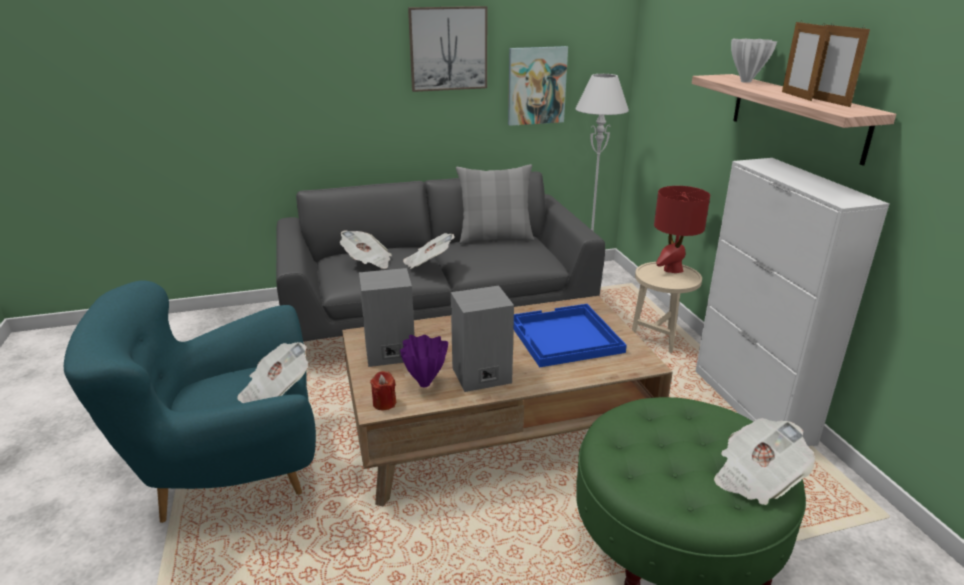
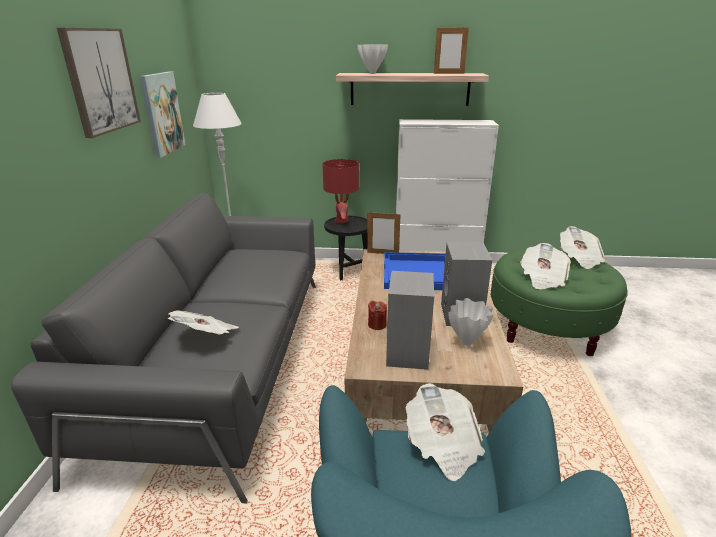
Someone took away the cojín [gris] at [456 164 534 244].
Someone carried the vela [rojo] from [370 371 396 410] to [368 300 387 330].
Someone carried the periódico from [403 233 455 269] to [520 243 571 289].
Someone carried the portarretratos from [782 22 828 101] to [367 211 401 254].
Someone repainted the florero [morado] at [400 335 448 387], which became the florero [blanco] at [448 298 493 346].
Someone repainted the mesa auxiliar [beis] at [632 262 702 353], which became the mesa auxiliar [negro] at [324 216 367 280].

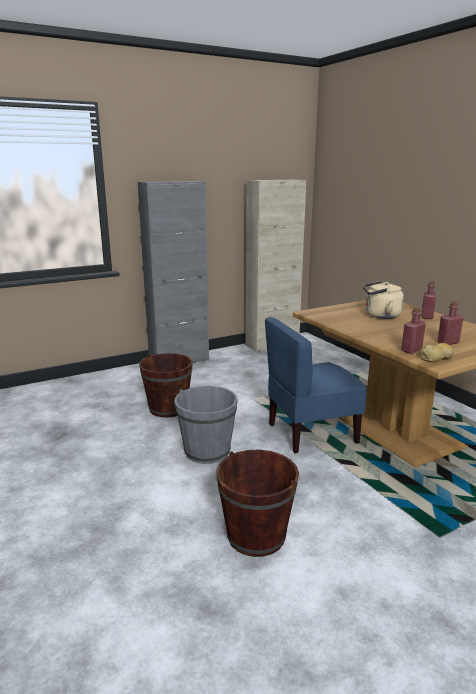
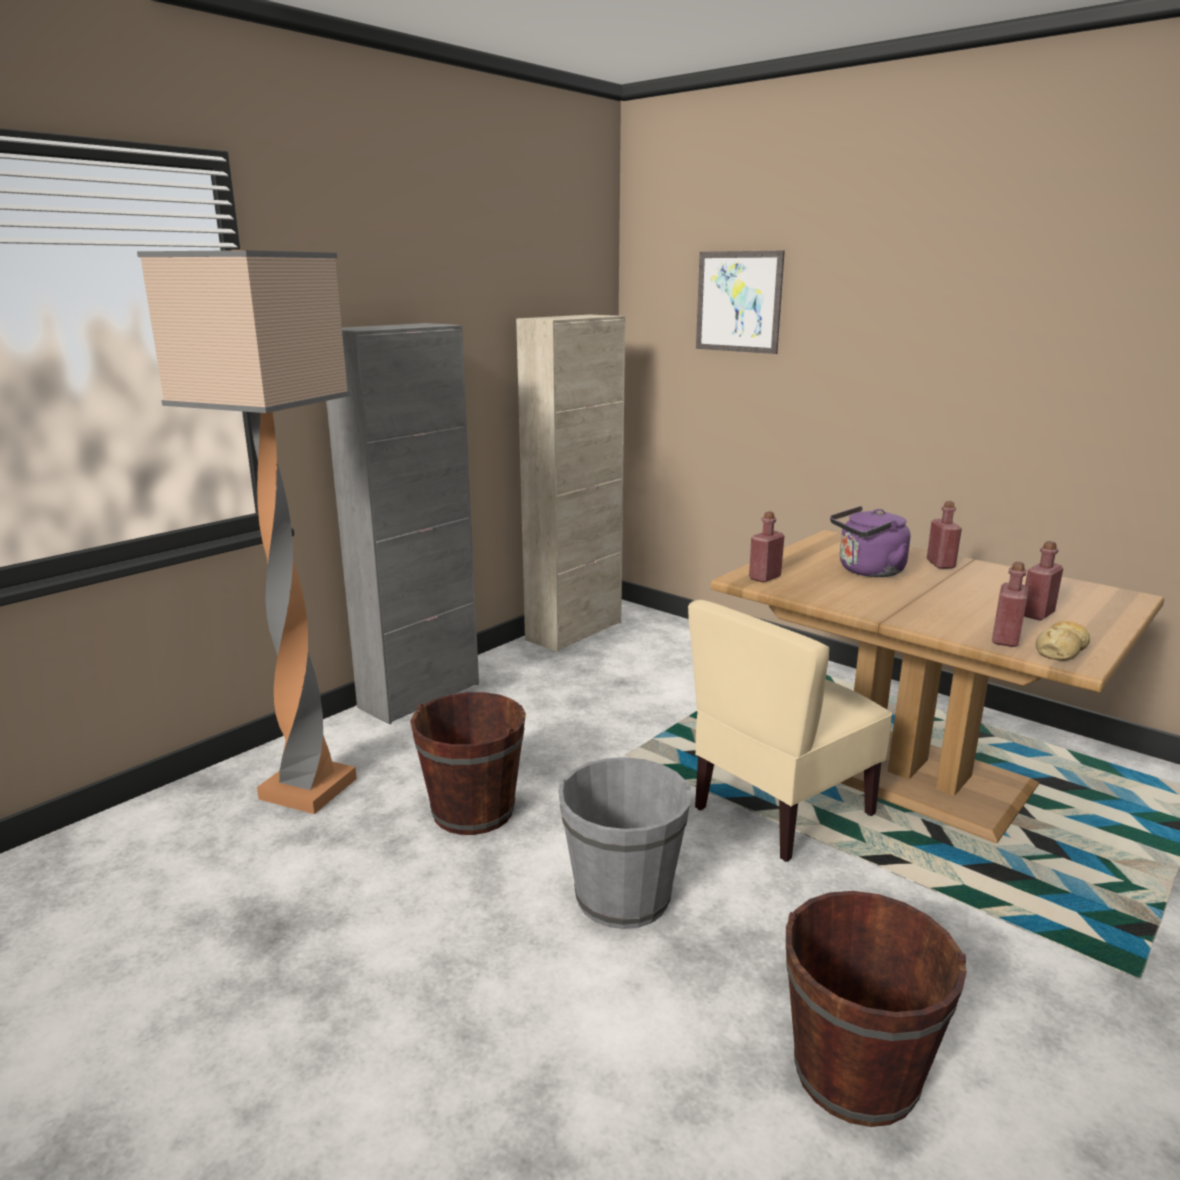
Someone put down the lámpara de pie at [137 250 357 814].
Someone put up the cuadro at [696 251 785 354].
Someone put down the botella [rojo] at [749 511 784 583].
Someone repainted the silla [azul] at [265 317 367 454], which became the silla [beis] at [688 599 893 862].
Someone repainted the hervidor [beis] at [363 281 404 319], which became the hervidor [morado] at [830 506 910 577].

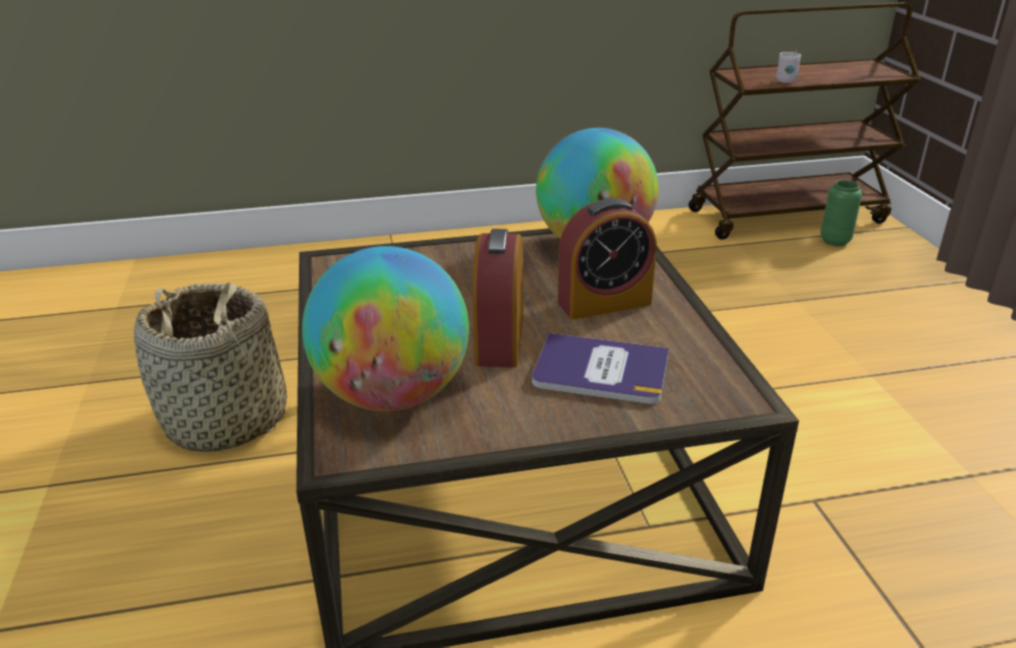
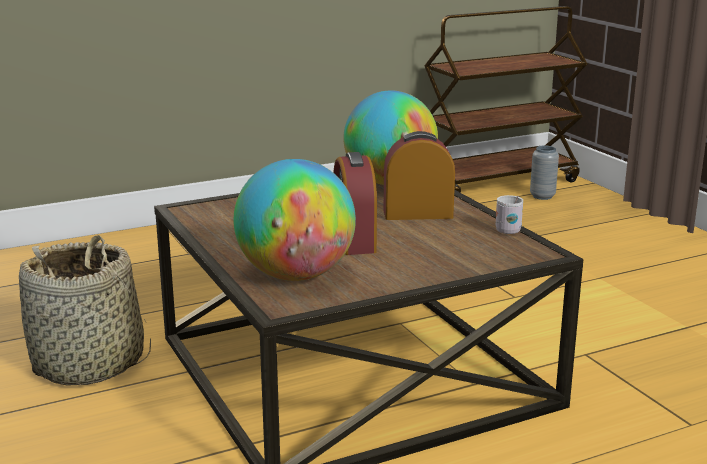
Someone took away the libro at [532 333 669 404].
Someone carried the taza grande [blanco] from [776 50 801 83] to [496 195 523 234].
Someone repainted the florero [verde] at [820 180 862 246], which became the florero [gris] at [530 146 559 200].
Someone rotated the despertador at [558 198 657 319] by 150 degrees counterclockwise.

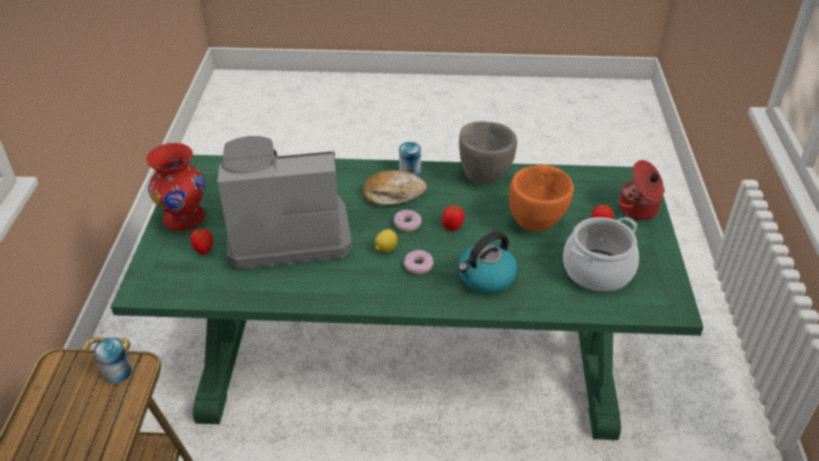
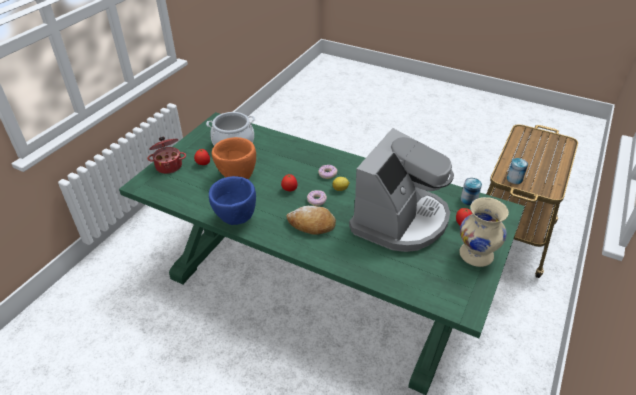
Someone took away the hervidor at [458 231 517 294].
Someone carried the lata from [399 142 421 176] to [461 178 482 206].
Someone repainted the florero [rojo] at [146 143 205 231], which became the florero [beis] at [459 197 509 267].
Someone repainted the cuenco [gris] at [459 121 517 184], which became the cuenco [azul] at [209 176 256 225].
Someone rotated the cafetera at [217 136 352 270] by 75 degrees counterclockwise.

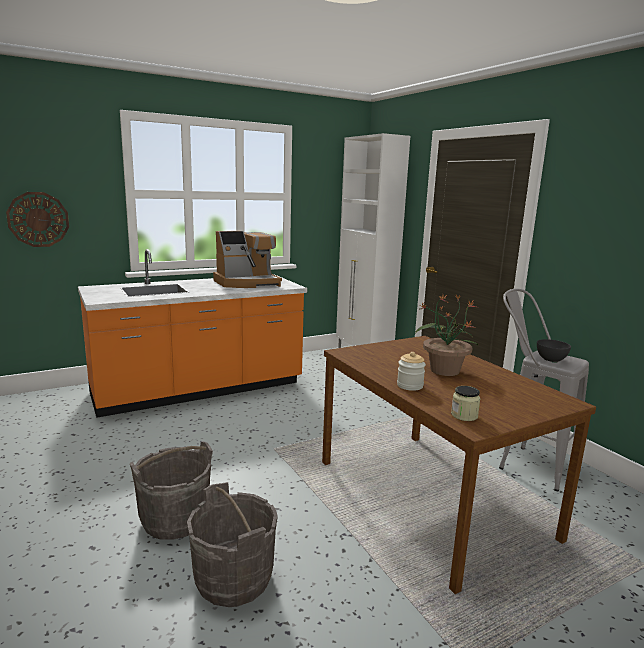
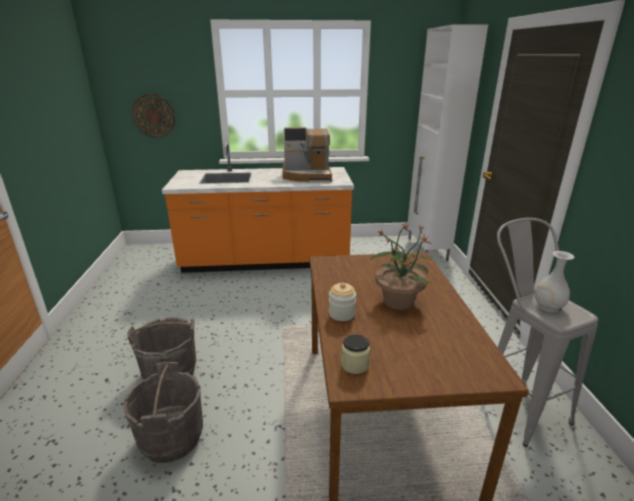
Someone swapped the cuenco [gris] at [537 339 571 362] for the florero [blanco] at [535 251 575 313].

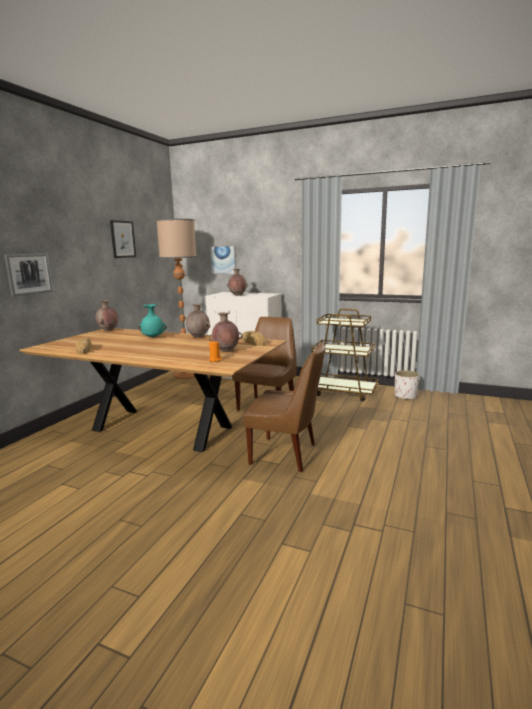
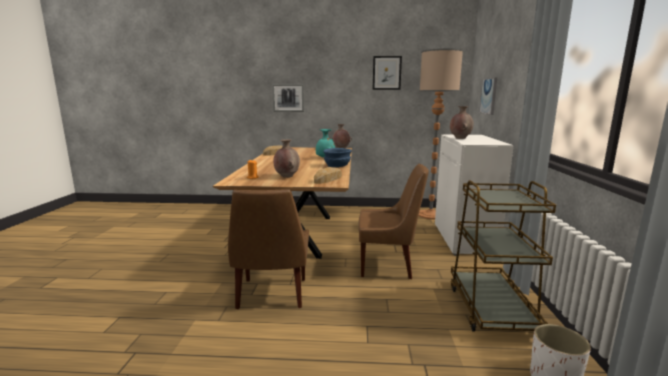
Someone swapped the florero [marrón] at [186 304 210 338] for the cuenco [azul] at [323 148 352 167].

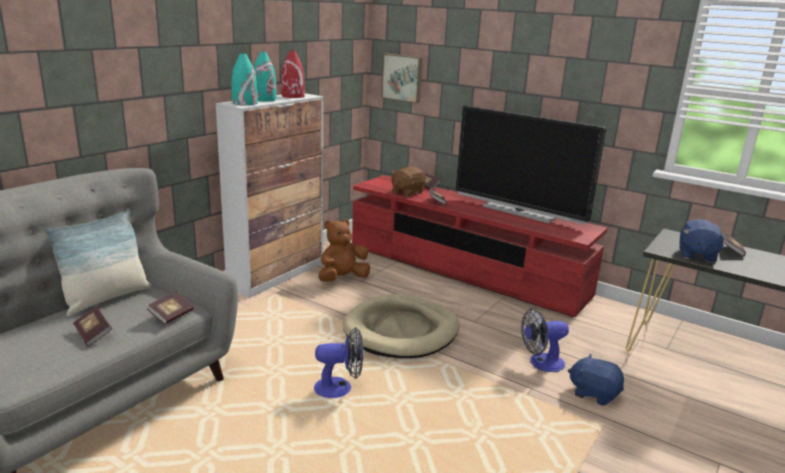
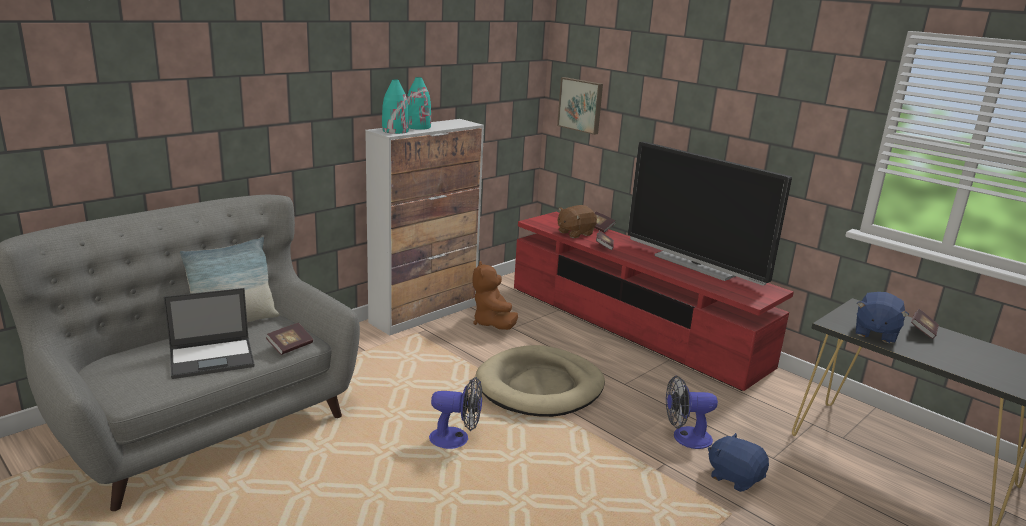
Someone took away the florero [rojo] at [281 51 305 98].
Someone swapped the libro at [73 307 112 347] for the portátil at [164 288 255 379].
Someone rotated the peluche [marrón] at [319 219 370 282] by 75 degrees counterclockwise.

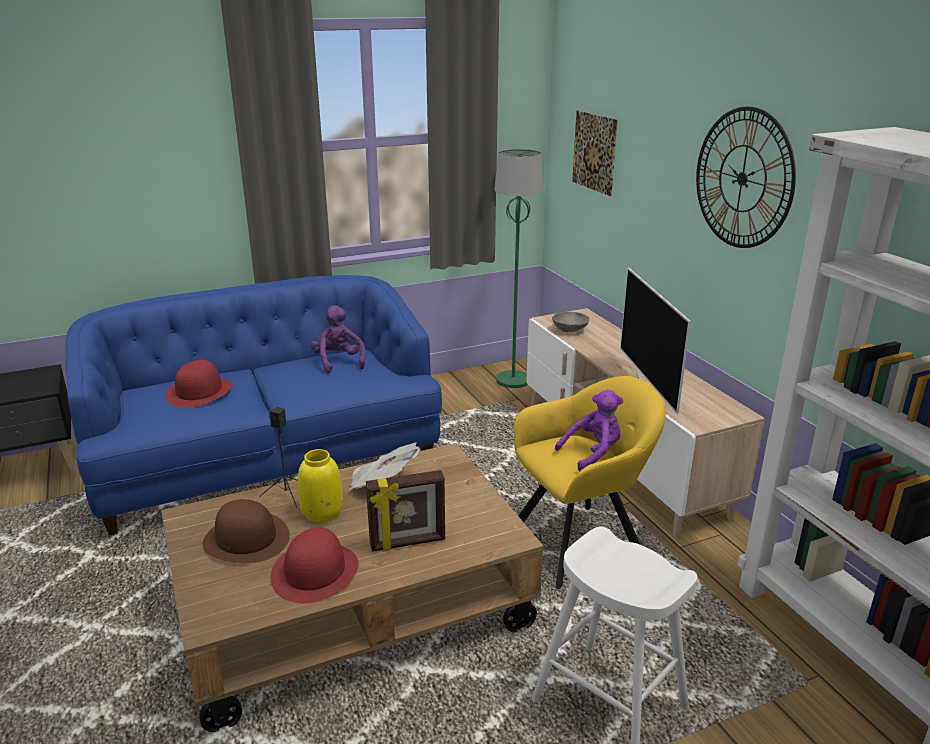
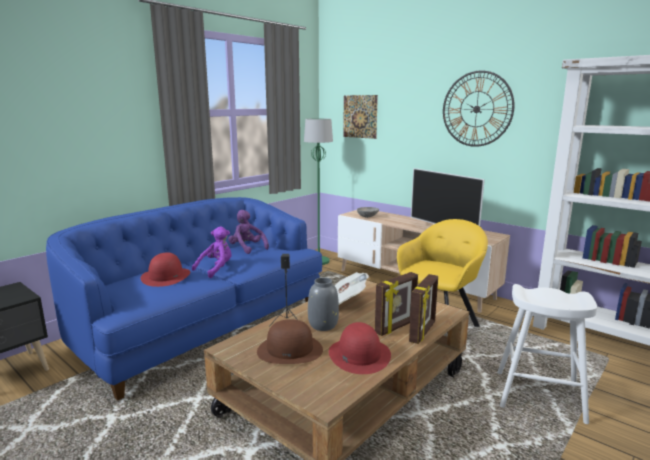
Someone put down the portarretratos at [409 274 438 344].
Someone carried the peluche [morado] from [555 390 623 472] to [192 226 232 278].
Someone repainted the florero [amarillo] at [298 449 343 523], which became the florero [gris] at [308 277 339 331].

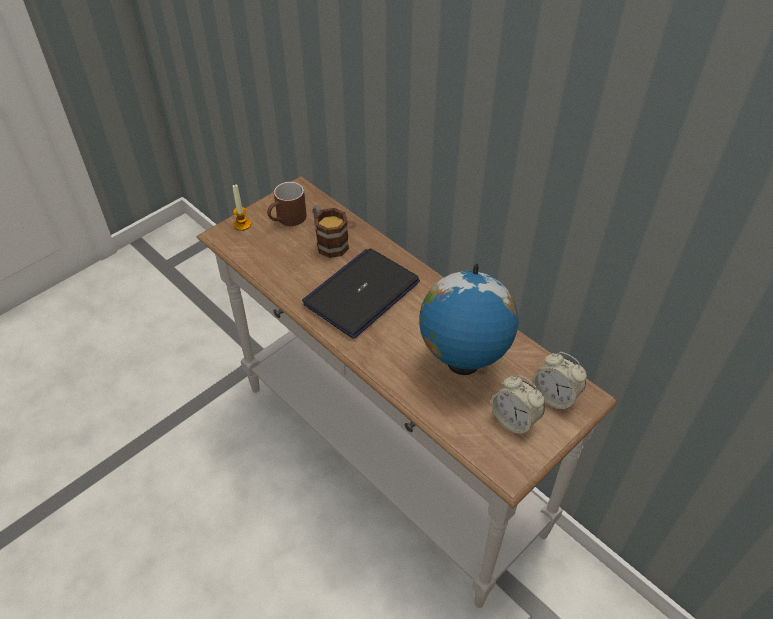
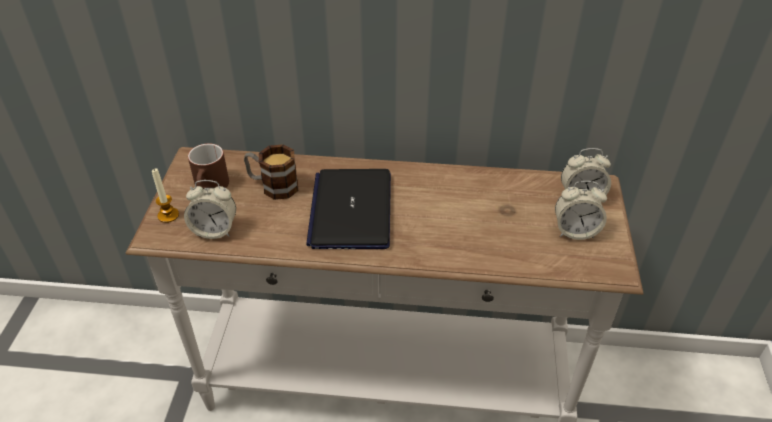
Someone took away the globo terráqueo at [419 264 518 375].
Someone put down the despertador at [184 180 236 239].

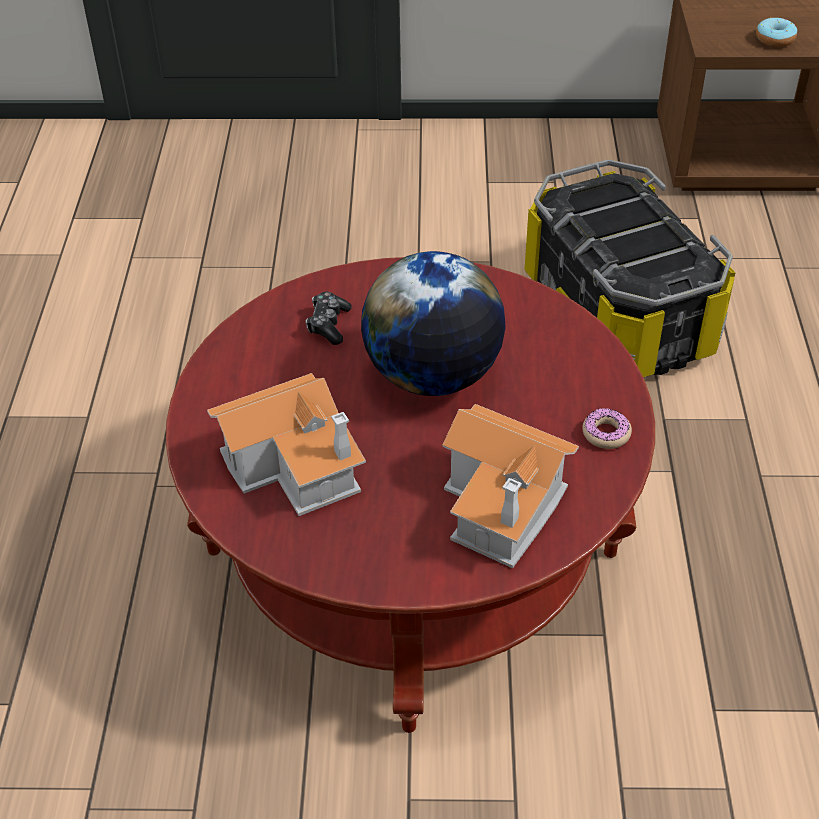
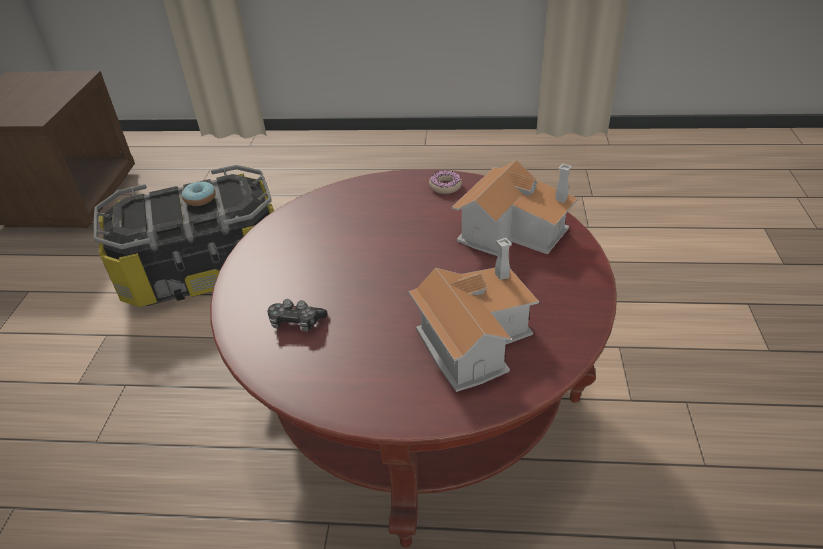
Someone took away the globo terráqueo at [361 251 506 396].
Someone carried the rosquilla from [756 18 797 47] to [182 181 216 206].

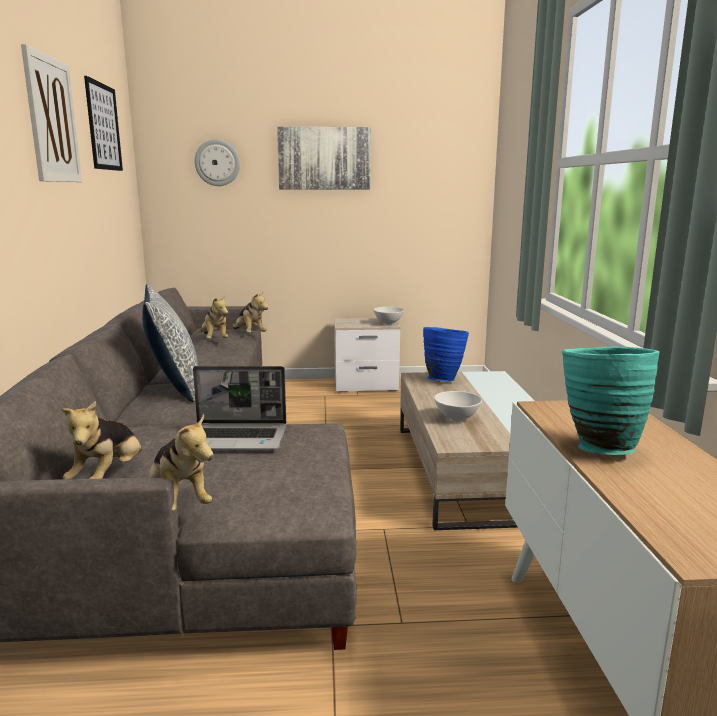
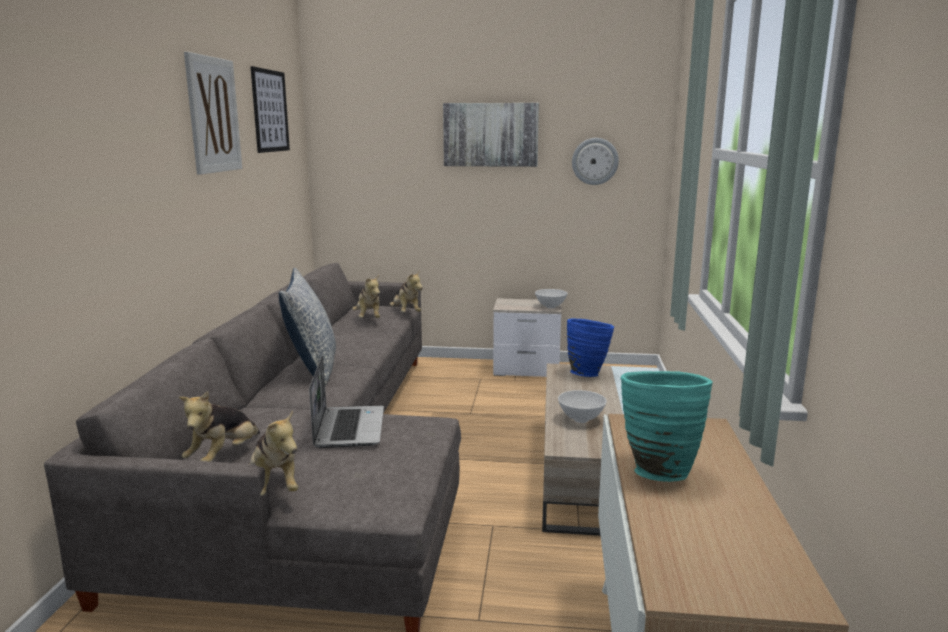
Someone carried the reloj de pared from [195 139 240 186] to [572 138 619 185].
Someone rotated the portátil at [193 366 286 450] by 105 degrees counterclockwise.

